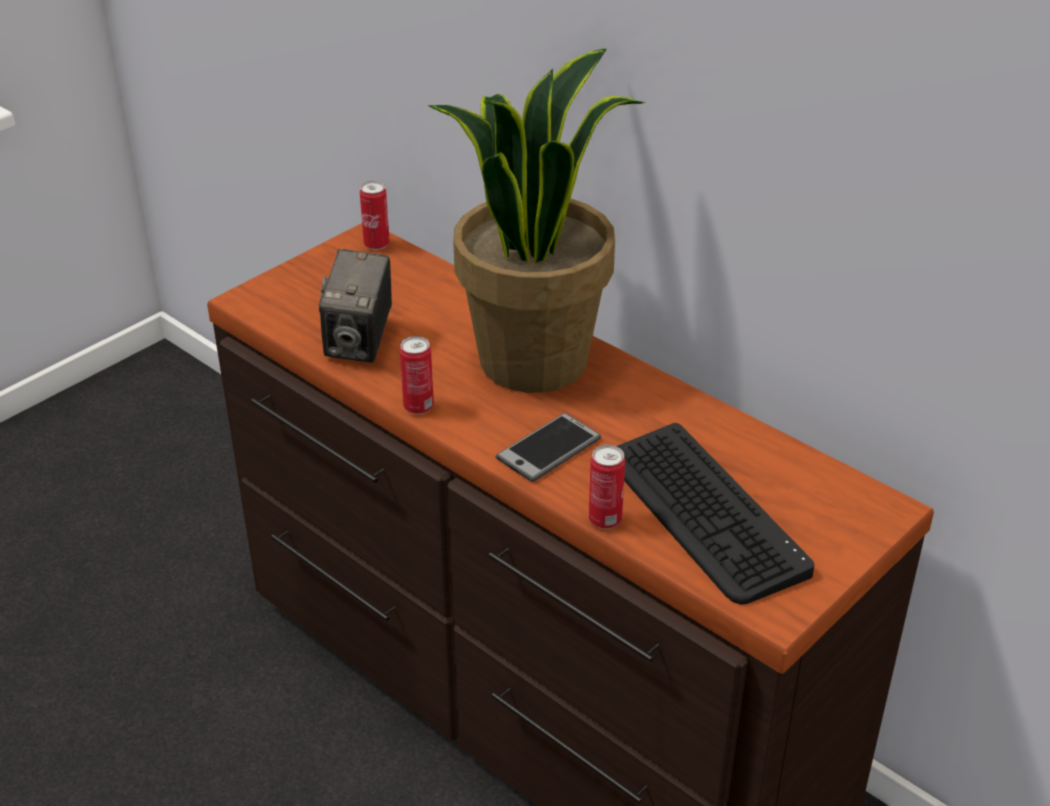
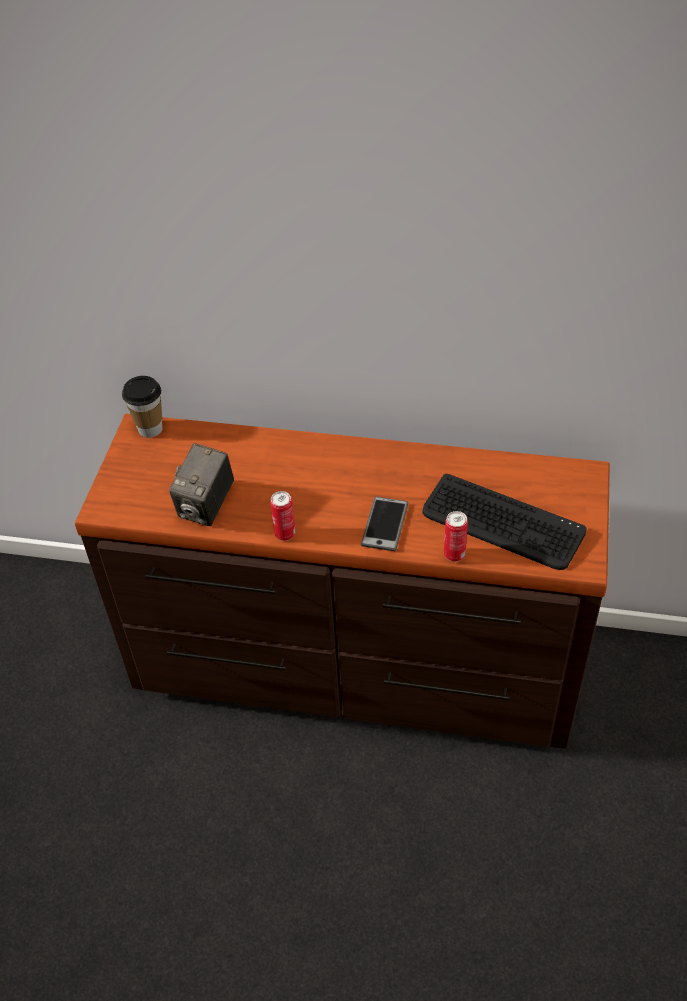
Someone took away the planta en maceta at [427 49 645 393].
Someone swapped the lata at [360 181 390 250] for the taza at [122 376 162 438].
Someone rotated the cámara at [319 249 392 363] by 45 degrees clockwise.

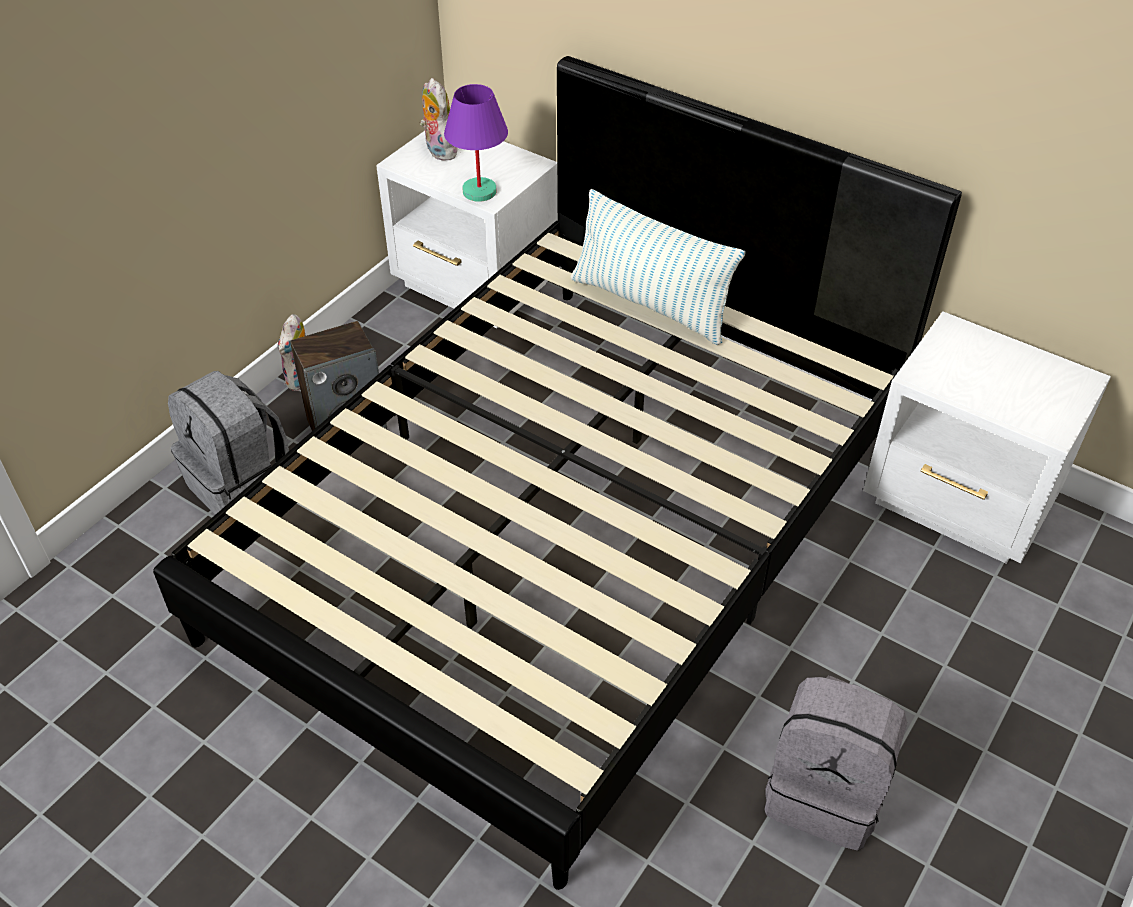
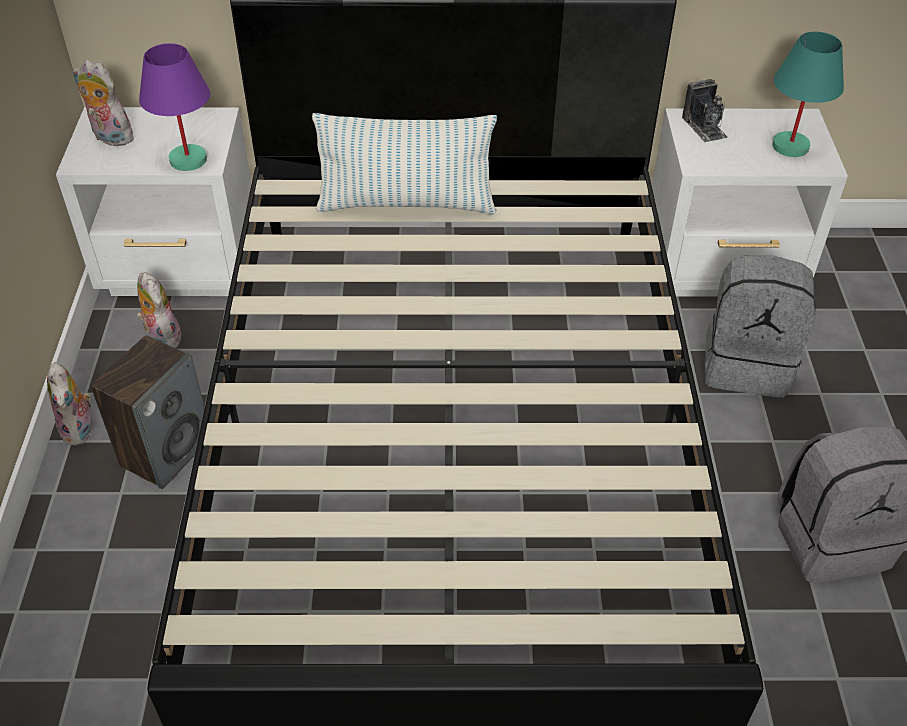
Someone put down the peluche at [136 272 181 348].
Someone put down the cámara at [682 79 728 142].
Someone put down the lámpara de mesa [turquesa] at [772 32 844 157].
Someone carried the mochila [gris] from [168 371 289 515] to [704 256 816 398].

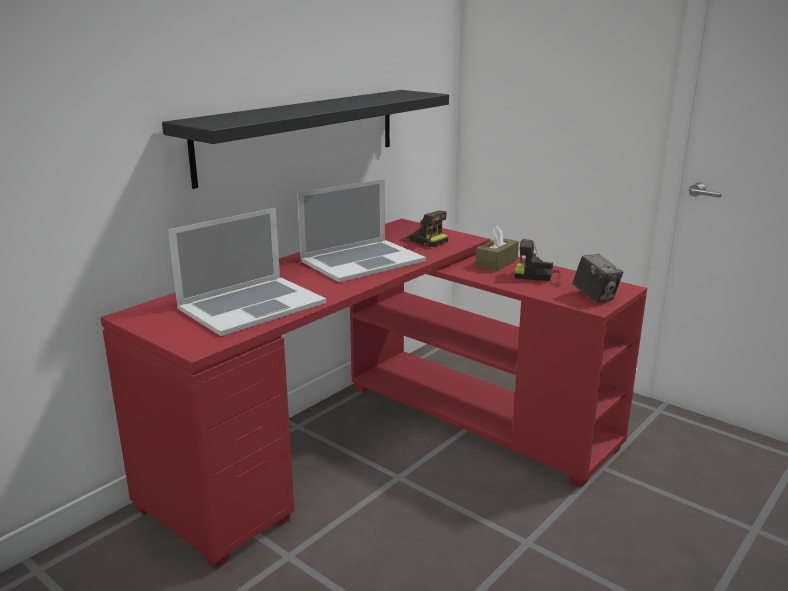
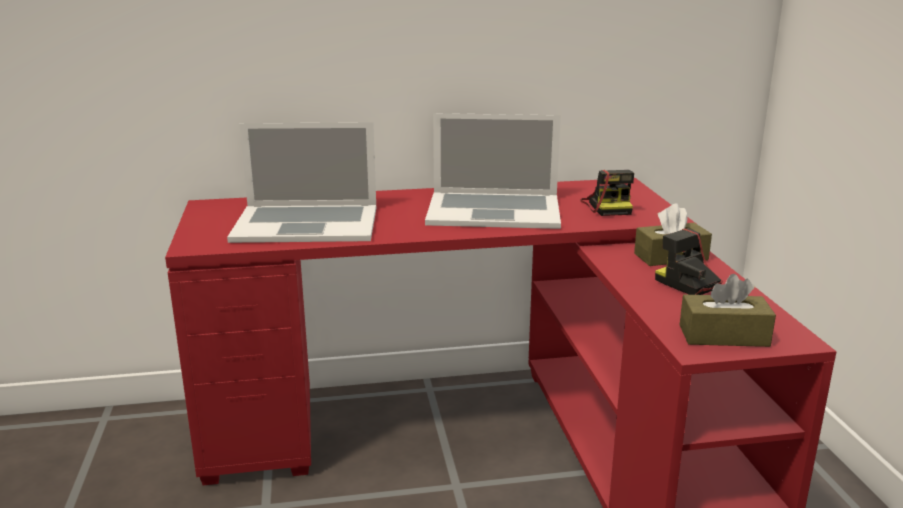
Someone took away the estante [negro] at [162 90 449 189].
Someone swapped the cámara at [573 254 623 302] for the caja de pañuelos [marrón] at [680 274 776 347].

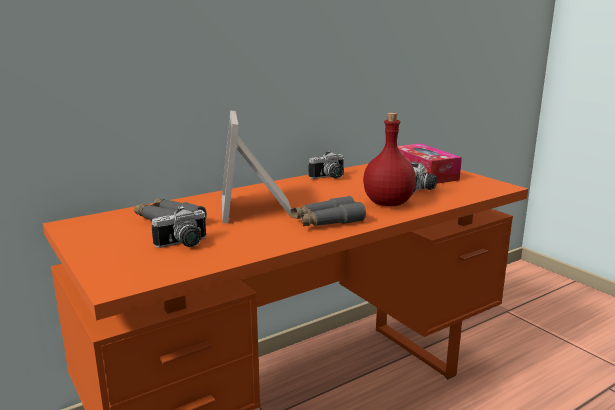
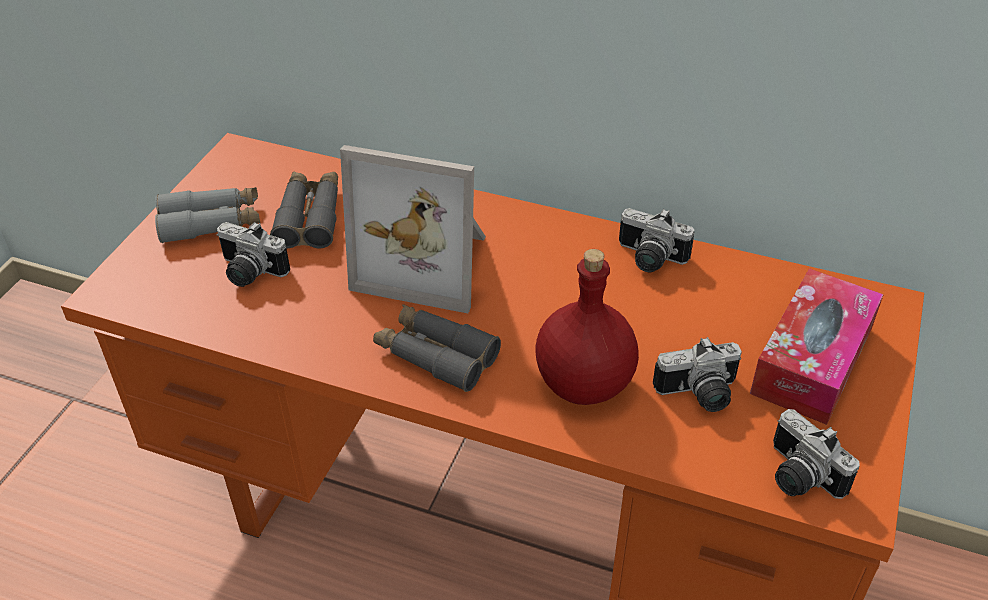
Someone put down the prismáticos [gris] at [155 187 260 243].
Someone put down the cámara at [773 409 860 499].
Someone rotated the portarretratos at [222 110 291 223] by 120 degrees counterclockwise.

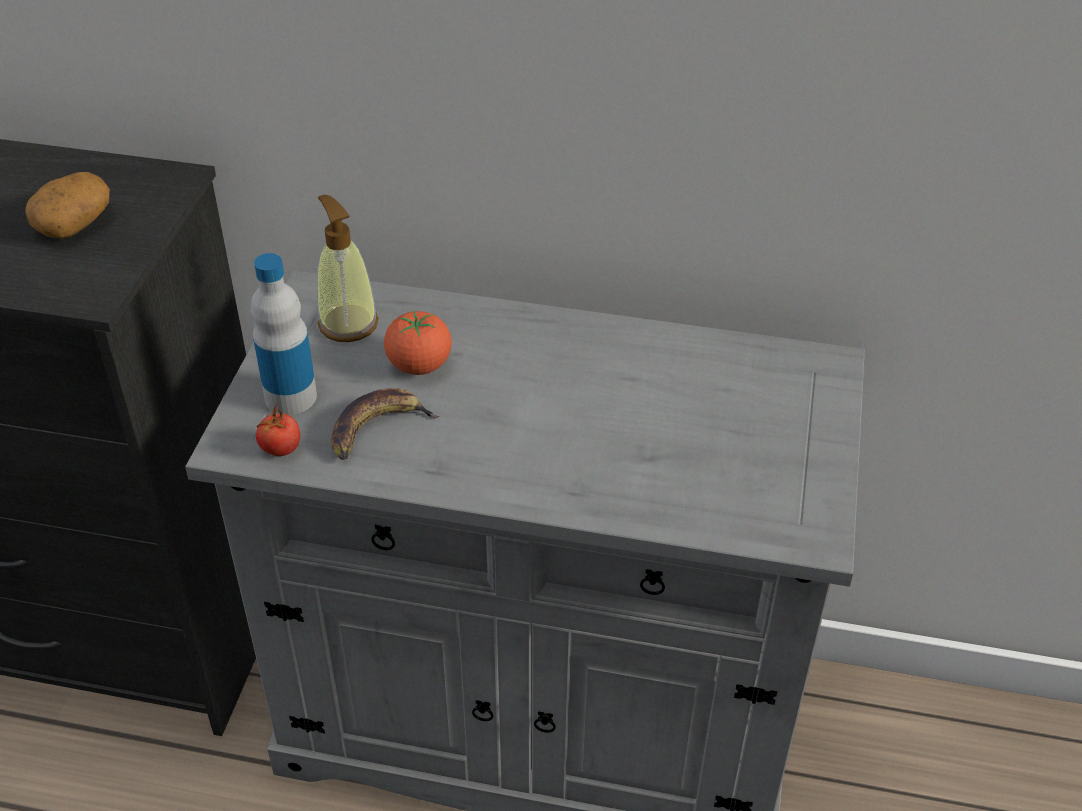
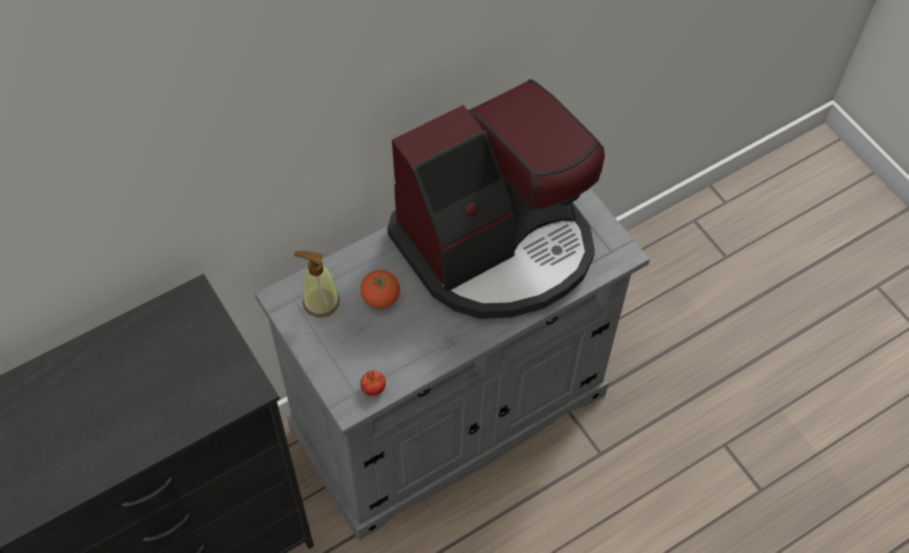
Someone took away the patata at [25 172 110 239].
Someone took away the botella at [251 253 317 415].
Someone took away the plátano at [331 388 440 460].
Someone put down the cafetera at [387 79 605 319].

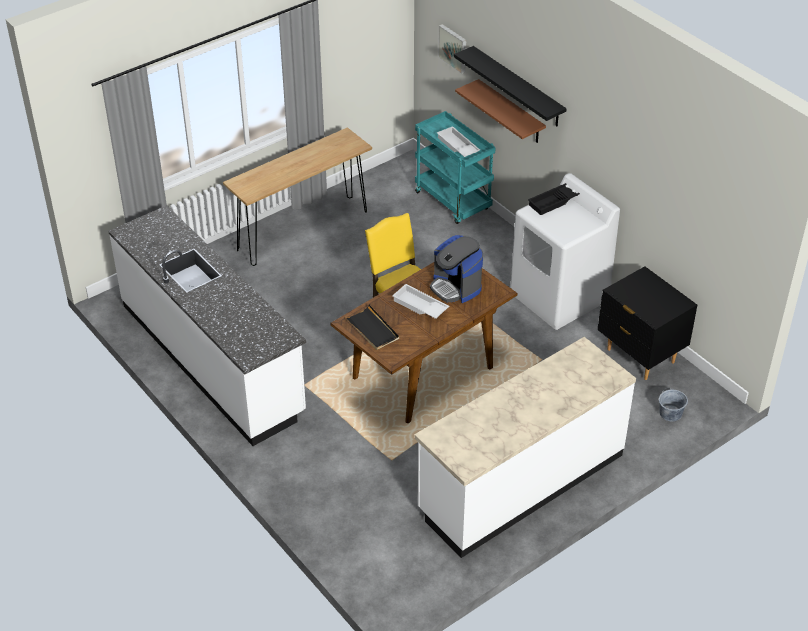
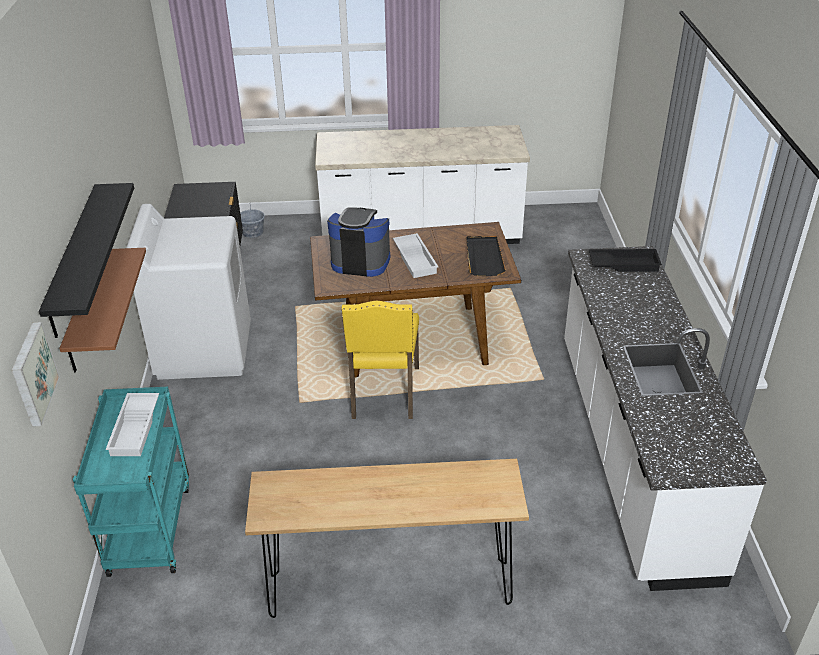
Someone carried the bandeja [negro] from [528 183 580 215] to [589 249 662 272].
Someone rotated the cafetera at [430 235 483 303] by 75 degrees counterclockwise.

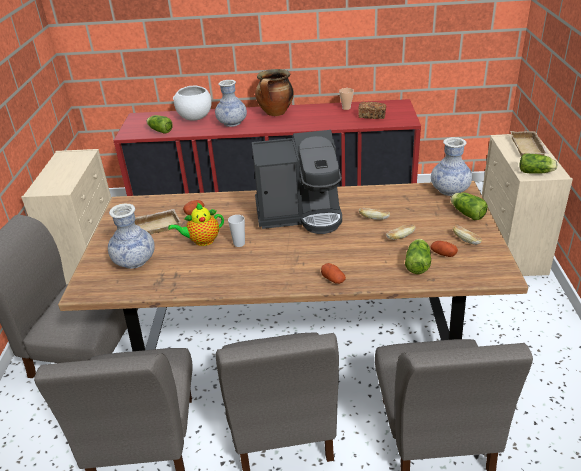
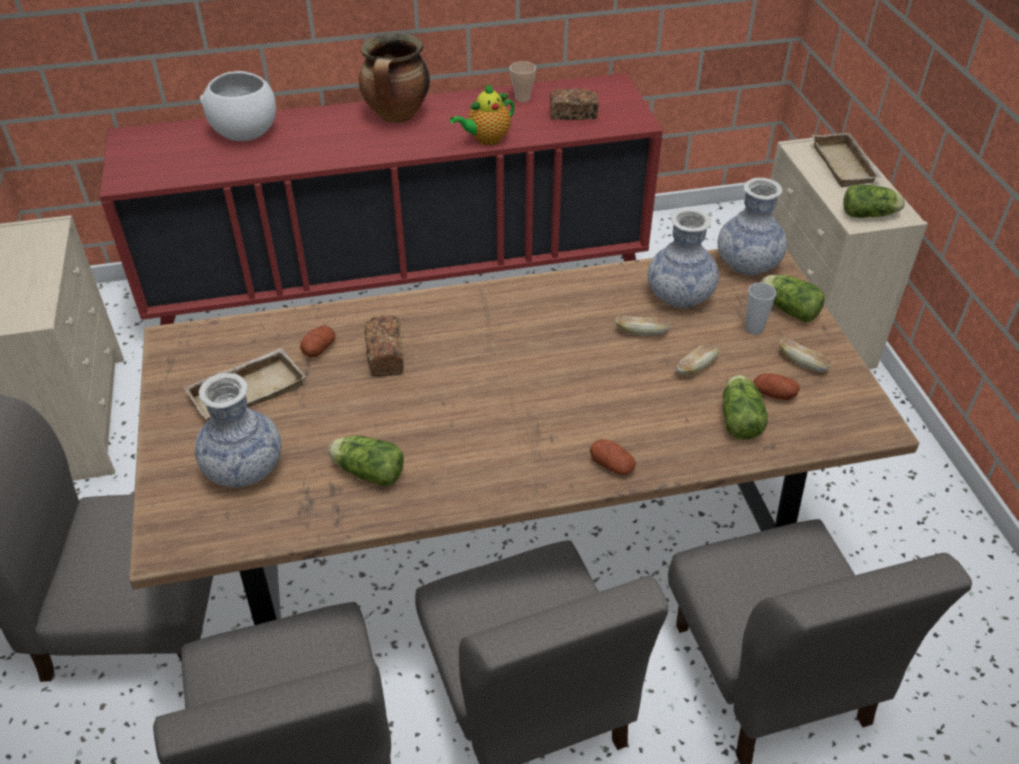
Someone took away the cafetera at [252 130 342 234].
Someone put down the pan at [365 315 404 377].
Someone carried the lechuga from [147 115 173 134] to [328 435 404 487].
Someone carried the tetera from [168 203 224 246] to [450 84 515 145].
Someone carried the florero from [215 80 247 127] to [648 208 719 308].
Someone carried the taza from [228 215 245 247] to [745 282 776 335].

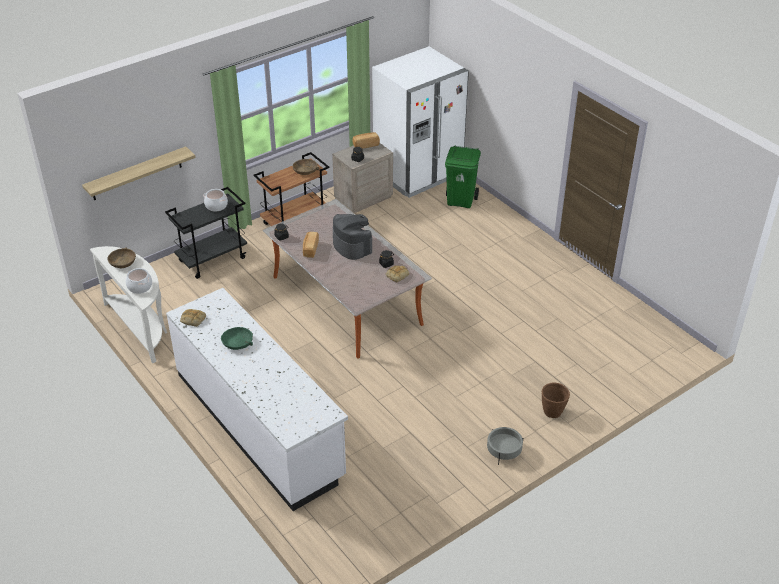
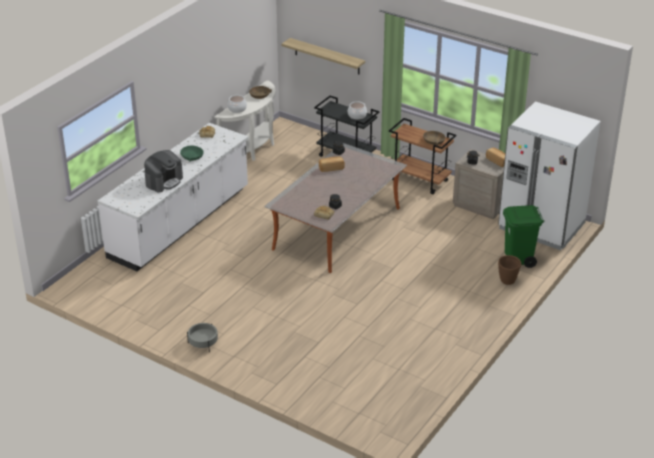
Someone carried the cafetera from [333 214 372 260] to [144 150 183 193].
Someone carried the maceta [marrón] from [542 383 570 418] to [498 255 521 285].

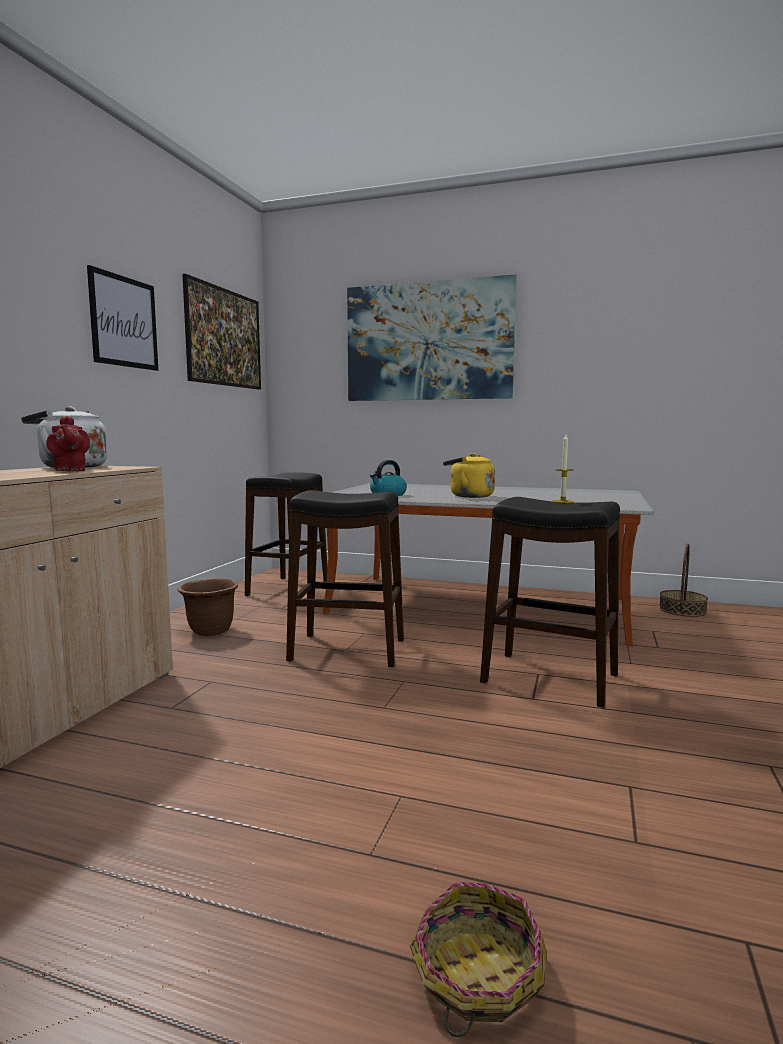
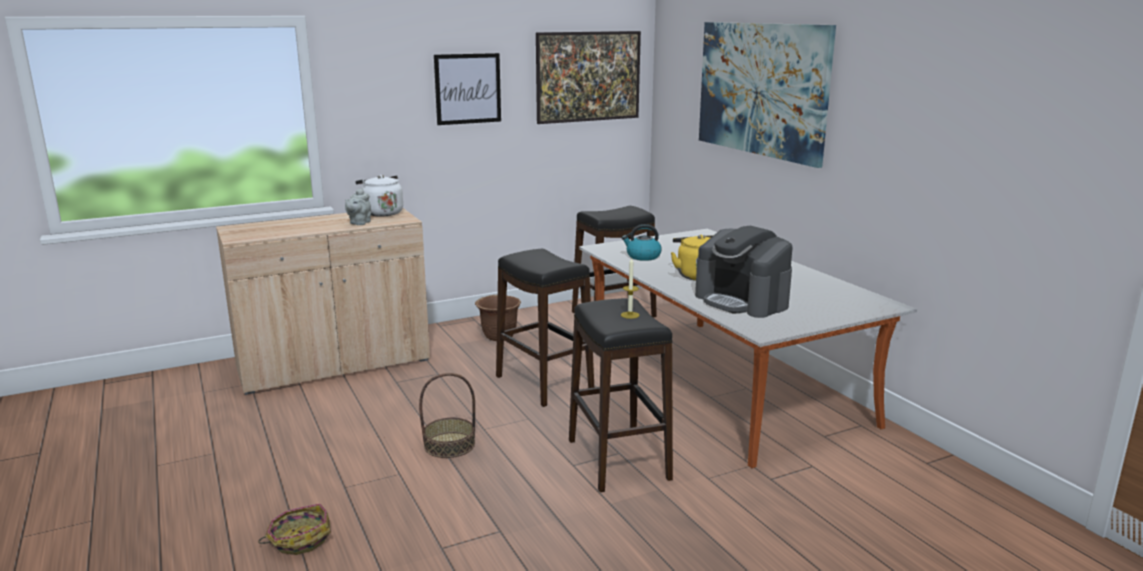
Someone put down the cafetera at [695 226 793 318].
Someone carried the cesta from [659 543 708 617] to [419 373 475 458].
Someone repainted the tetera [rojo] at [46 416 90 471], which became the tetera [gris] at [345 188 371 225].

